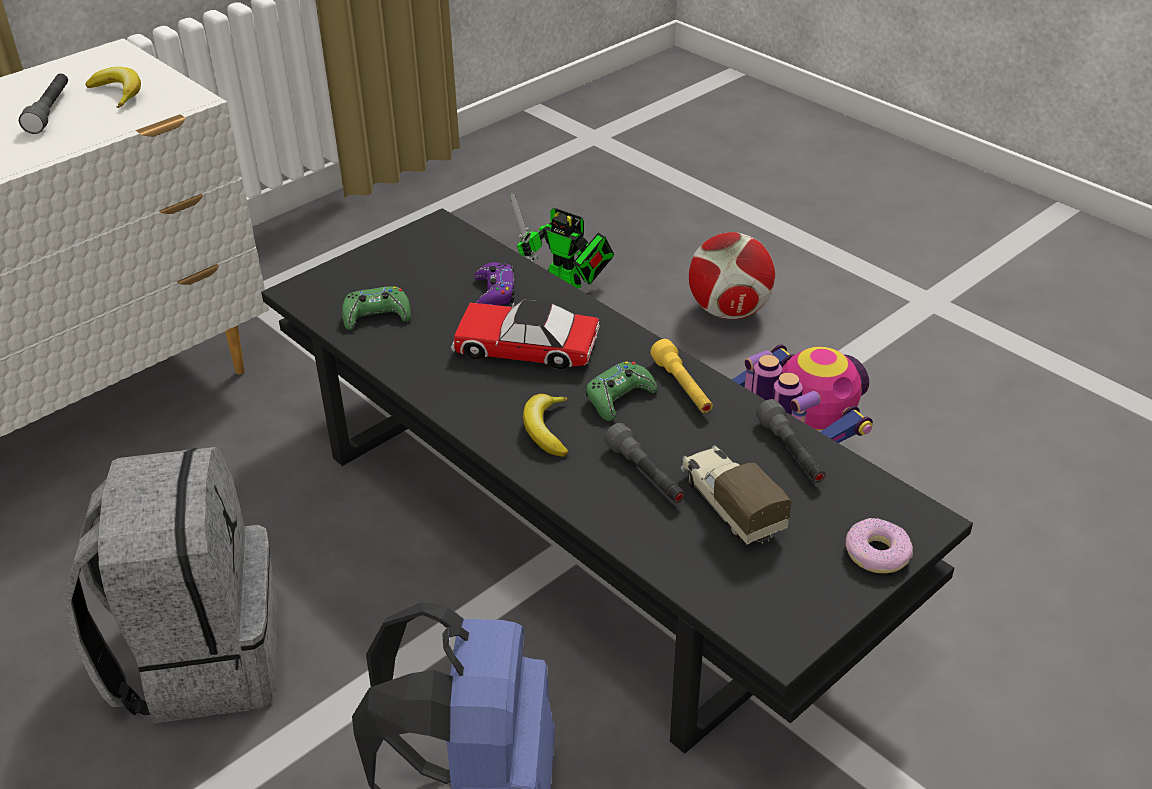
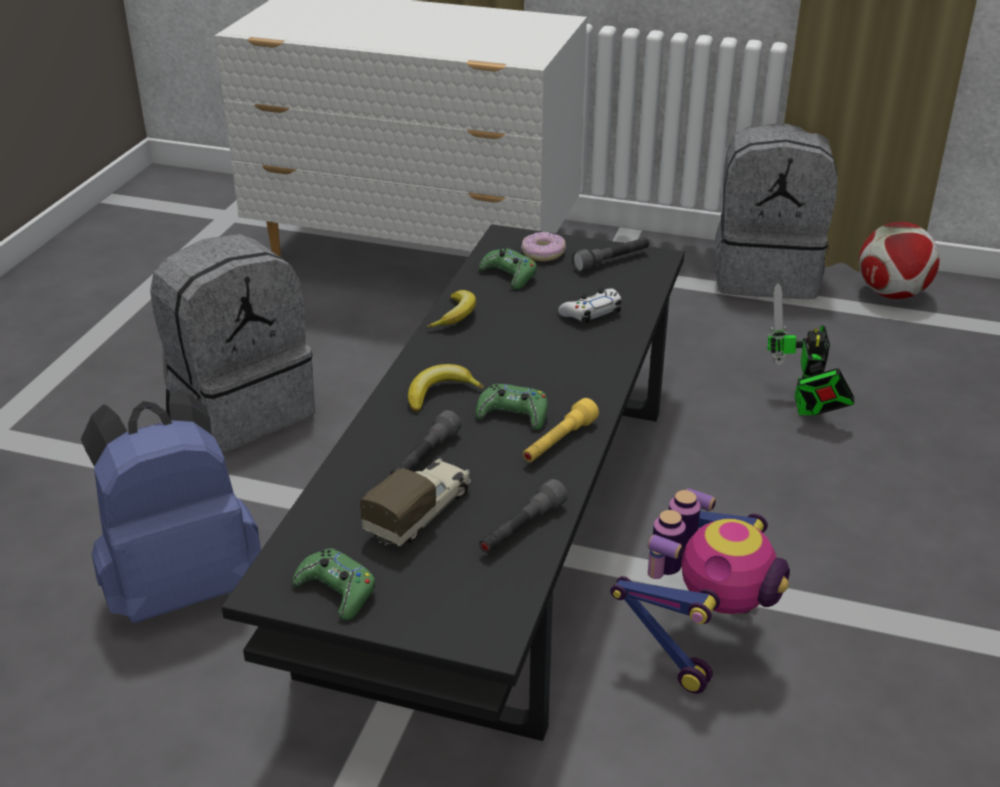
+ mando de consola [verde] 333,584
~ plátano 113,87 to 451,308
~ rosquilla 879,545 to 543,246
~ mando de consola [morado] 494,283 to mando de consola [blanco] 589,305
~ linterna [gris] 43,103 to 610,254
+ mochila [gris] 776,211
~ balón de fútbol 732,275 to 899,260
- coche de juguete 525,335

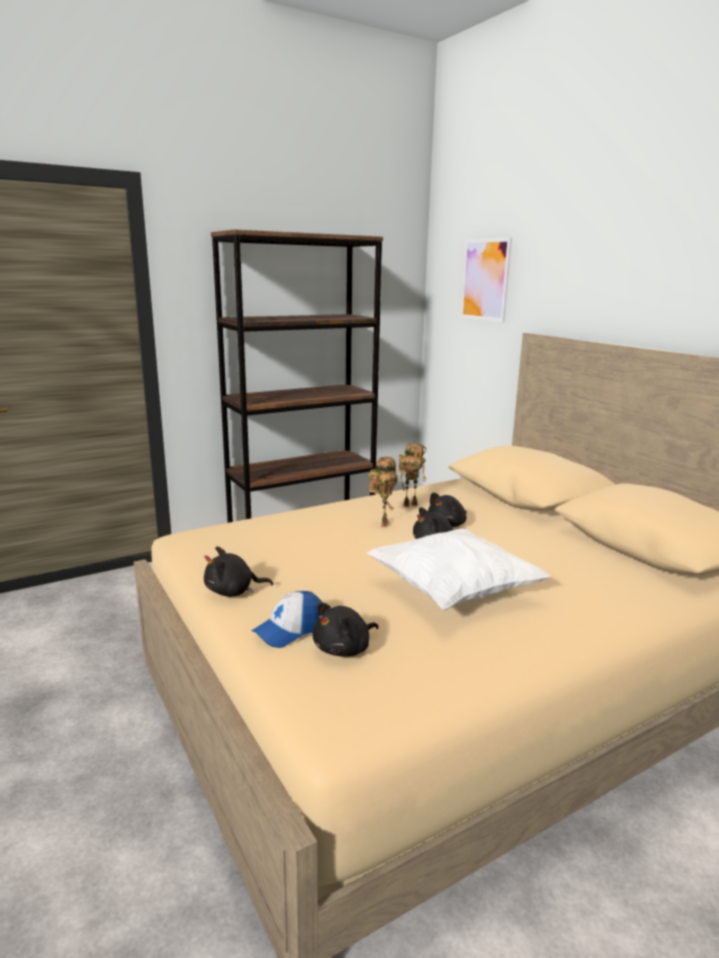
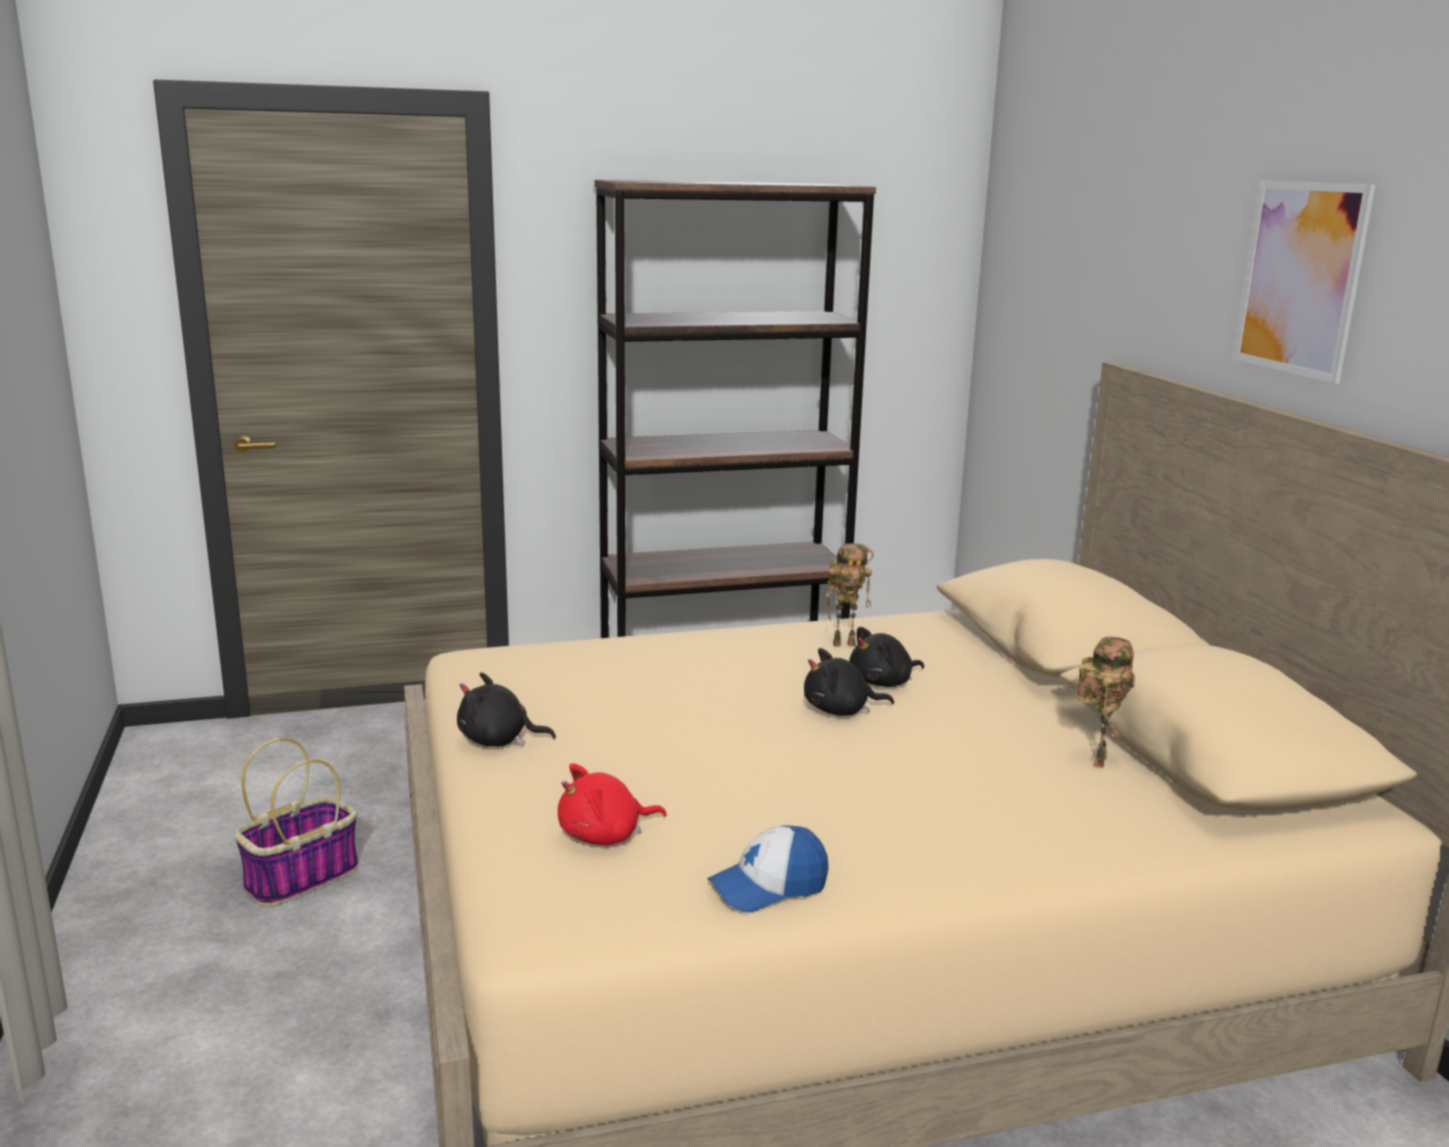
+ cesta 296,822
~ peluche [negro] 345,629 to peluche [rojo] 612,804
~ gorra 287,619 to 768,869
~ robot de juguete 383,492 to 1105,702
~ cuadro 486,280 to 1304,282
- cojín [blanco] 459,569

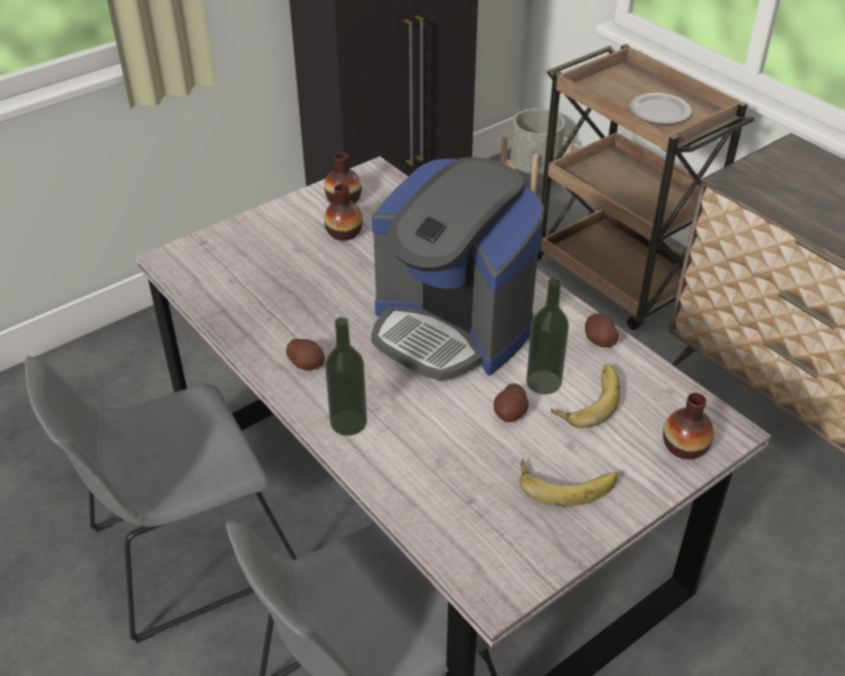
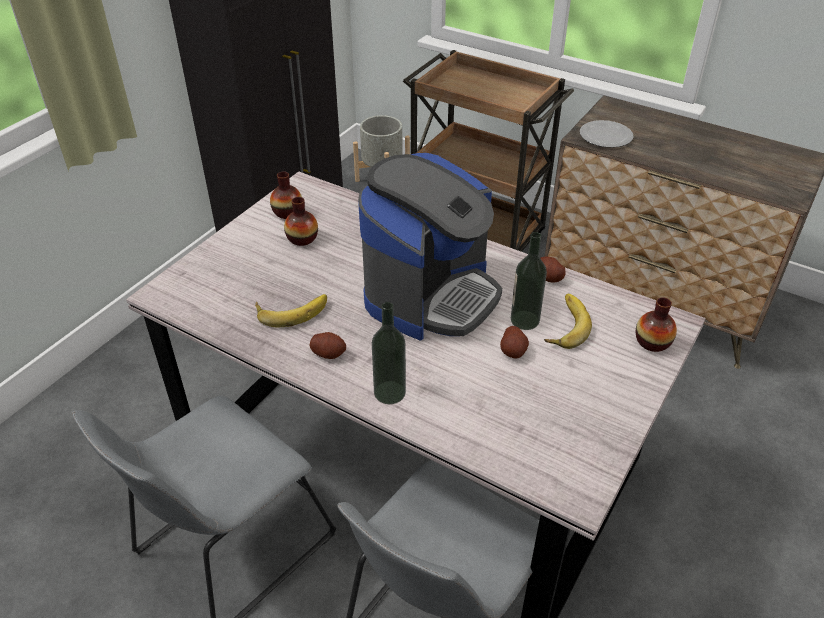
~ plátano 569,483 to 291,311
~ cafetera 457,269 = 430,246 75 degrees counterclockwise
~ plato 660,108 to 607,134

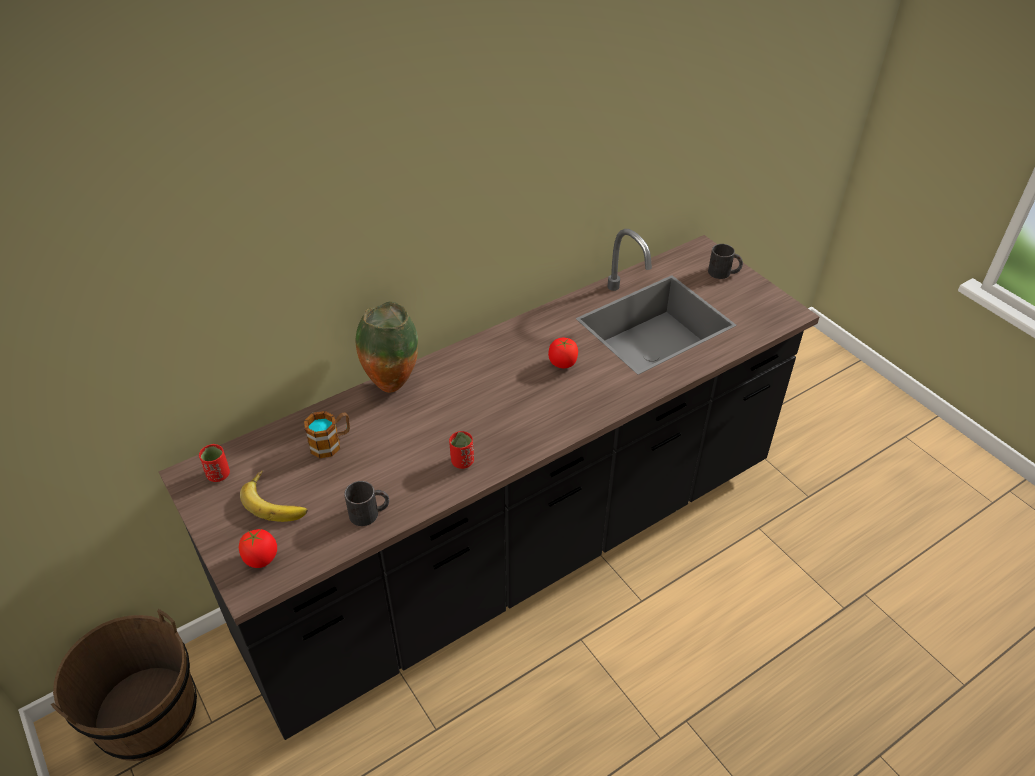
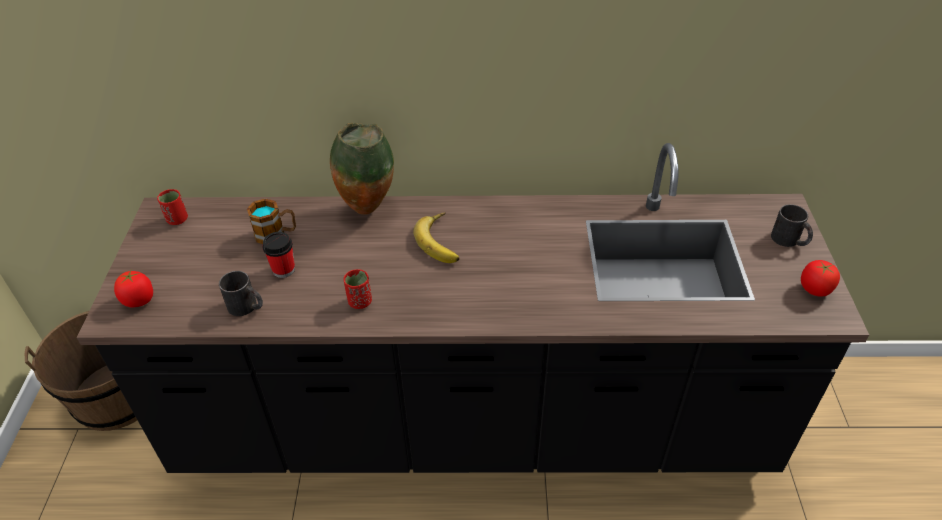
+ taza 278,255
~ plátano 274,496 to 436,238
~ tomate 563,353 to 820,278

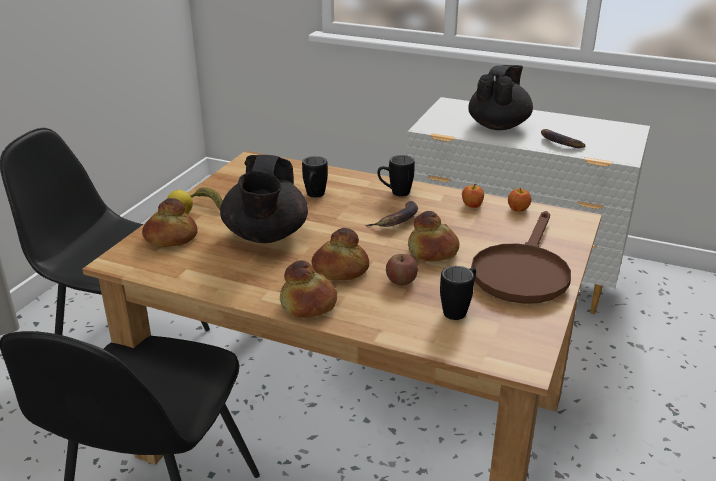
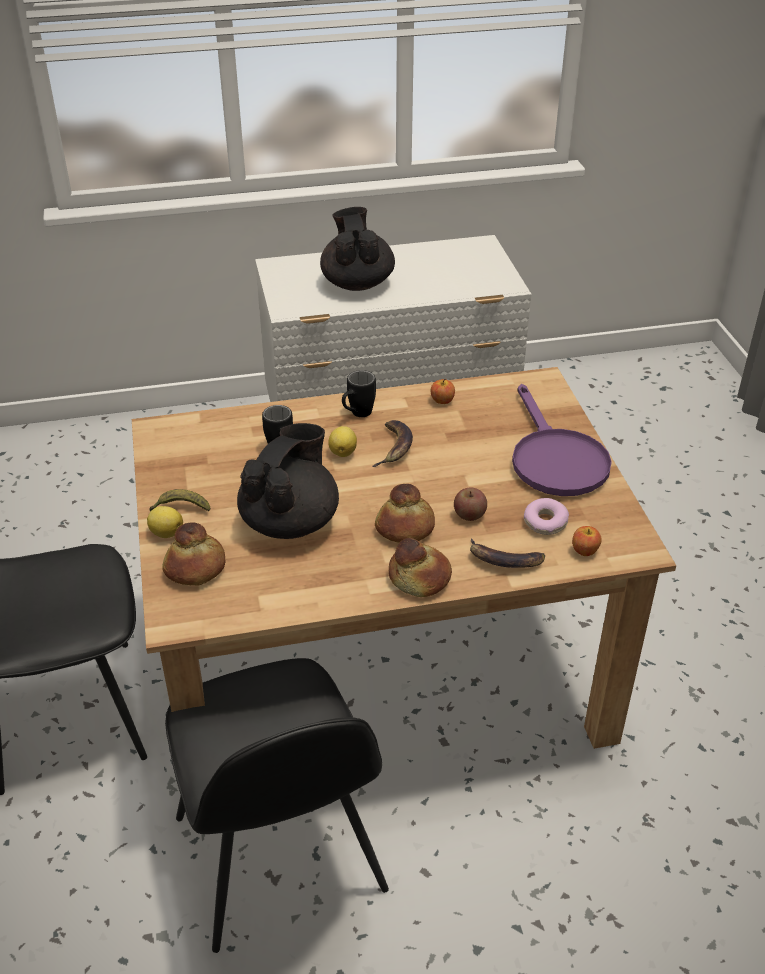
~ tetera [negro] 264,199 = 288,481 120 degrees counterclockwise
+ limón 342,441
~ plátano 563,138 to 507,553
~ sartén [marrón] 521,257 to sartén [morado] 562,440
~ taza grande [negro] 458,293 to rosquilla 546,516
~ manzana 519,200 to 587,541
- pan 433,236

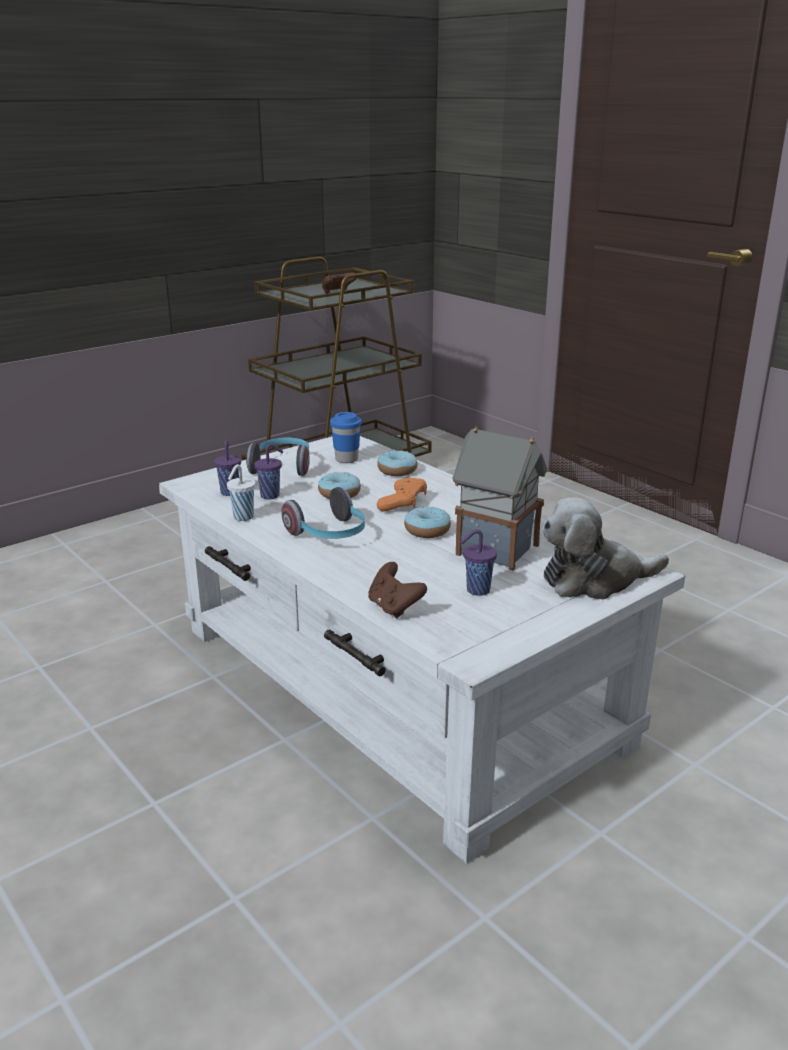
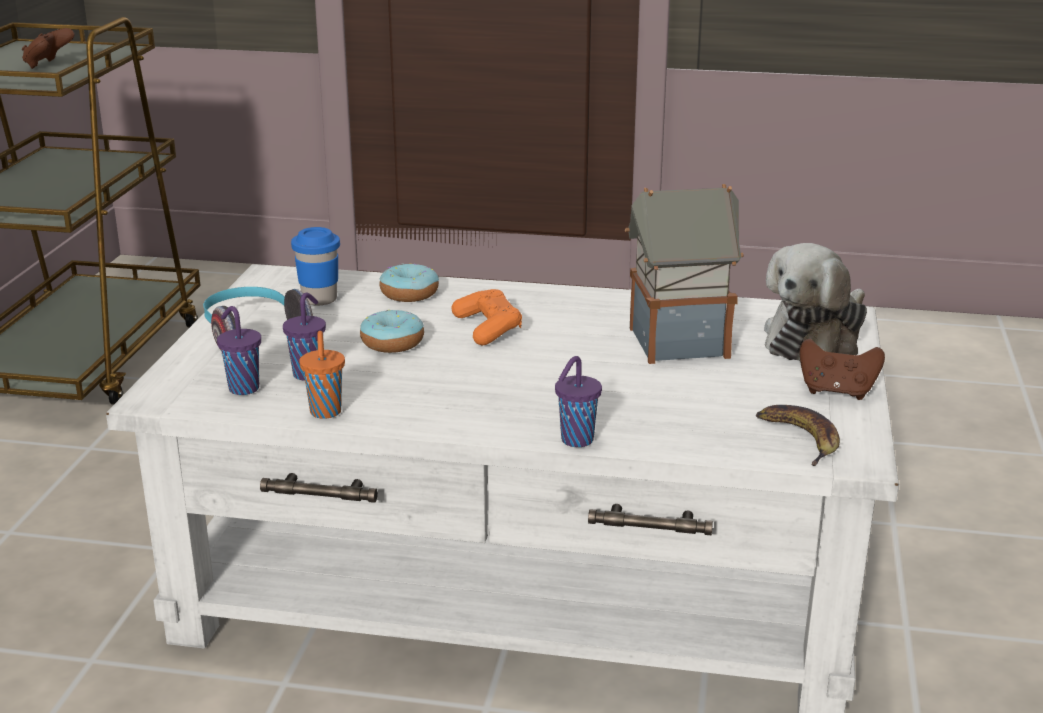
~ taza [blanco] 241,492 to taza [naranja] 322,375
~ taza [morado] 478,562 to 578,401
+ plátano 798,435
~ mando de consola [marrón] 397,590 to 842,369
- auriculares 323,513
- rosquilla 427,522

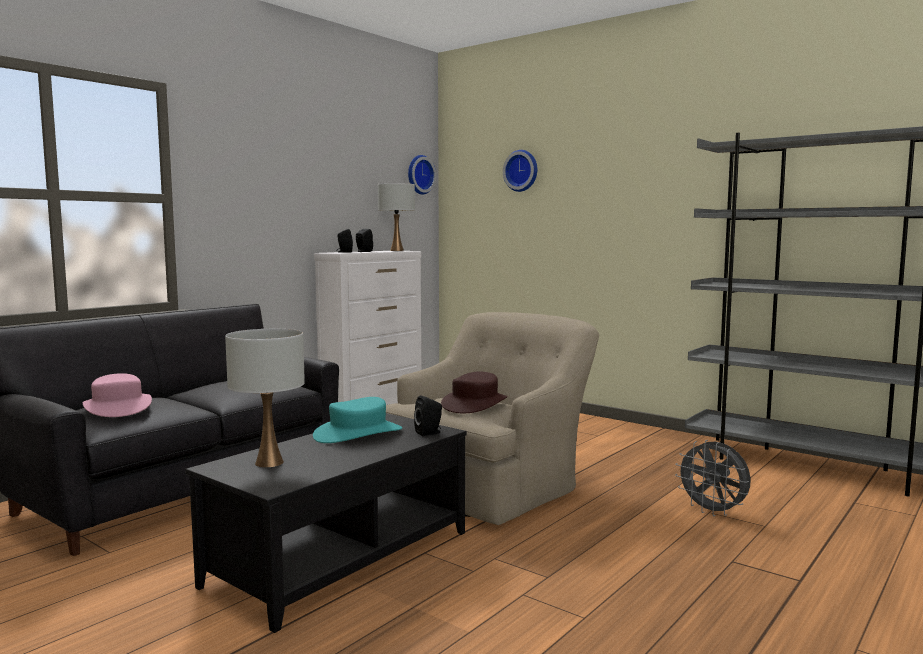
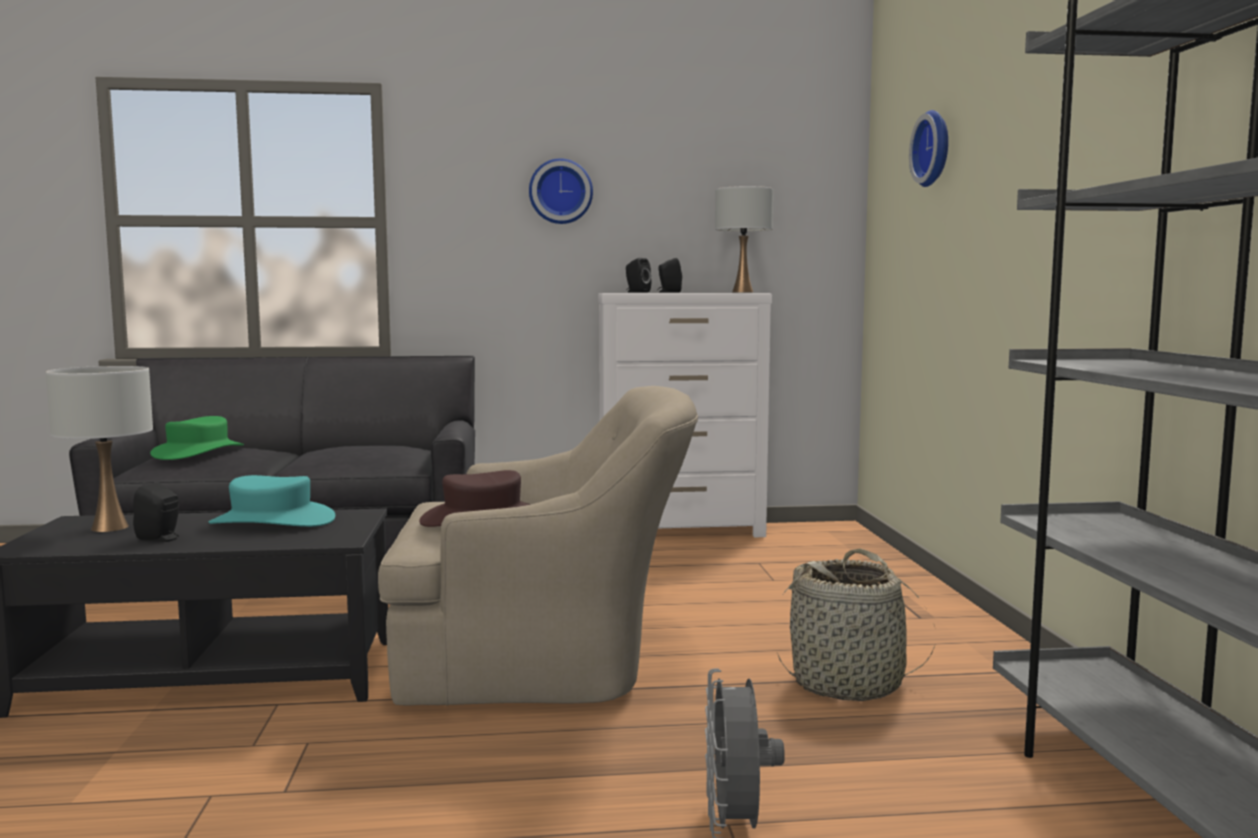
~ altavoz [negro] 428,415 to 156,512
~ sombrero [rosa] 117,395 to sombrero [verde] 197,438
~ reloj de pared 422,175 to 561,191
+ cesta 856,624

